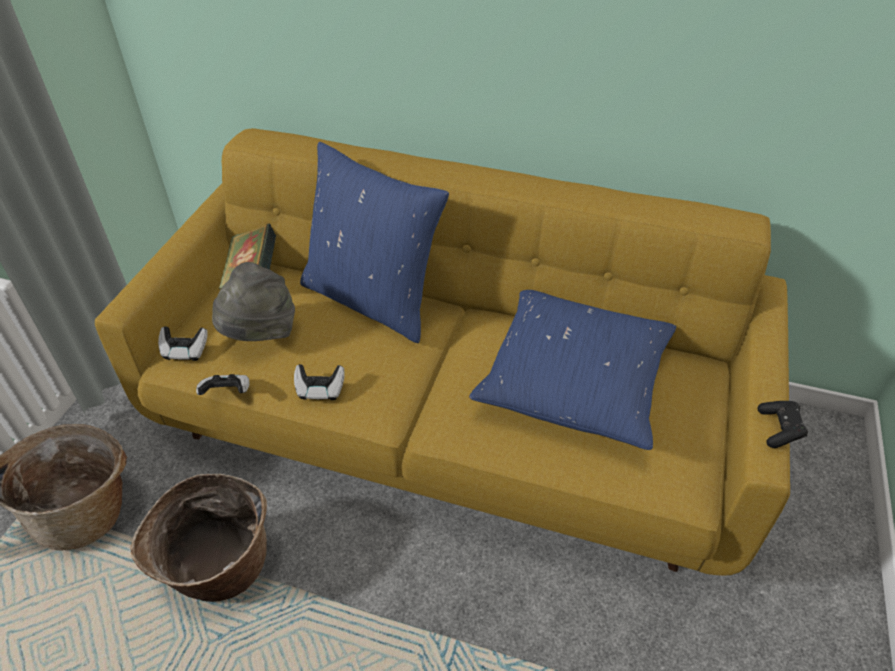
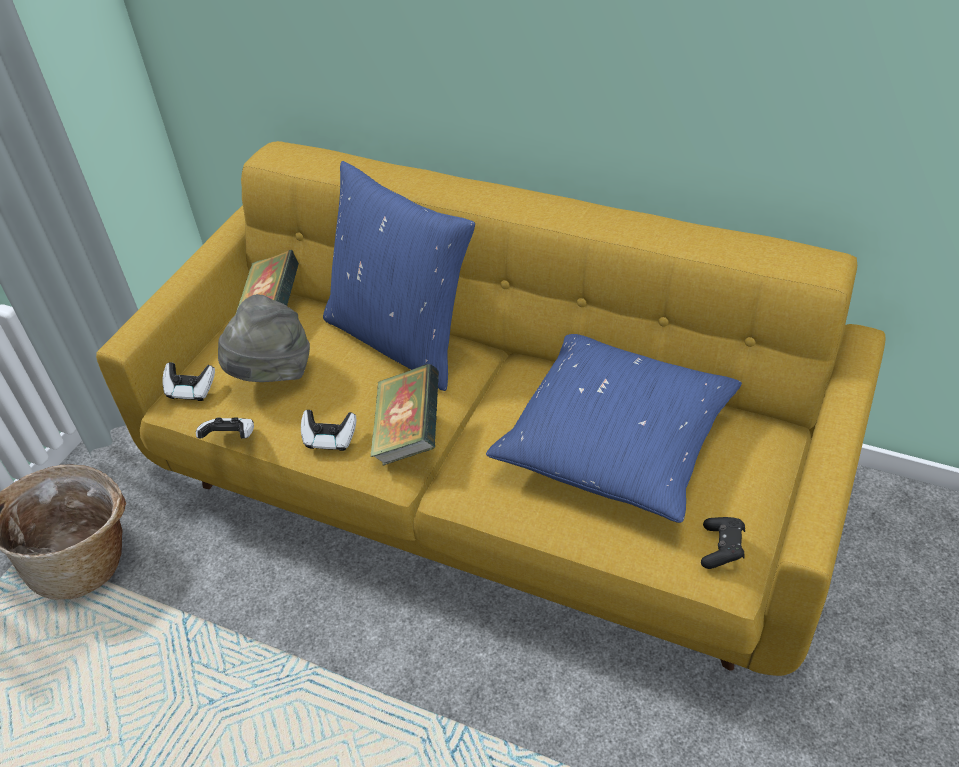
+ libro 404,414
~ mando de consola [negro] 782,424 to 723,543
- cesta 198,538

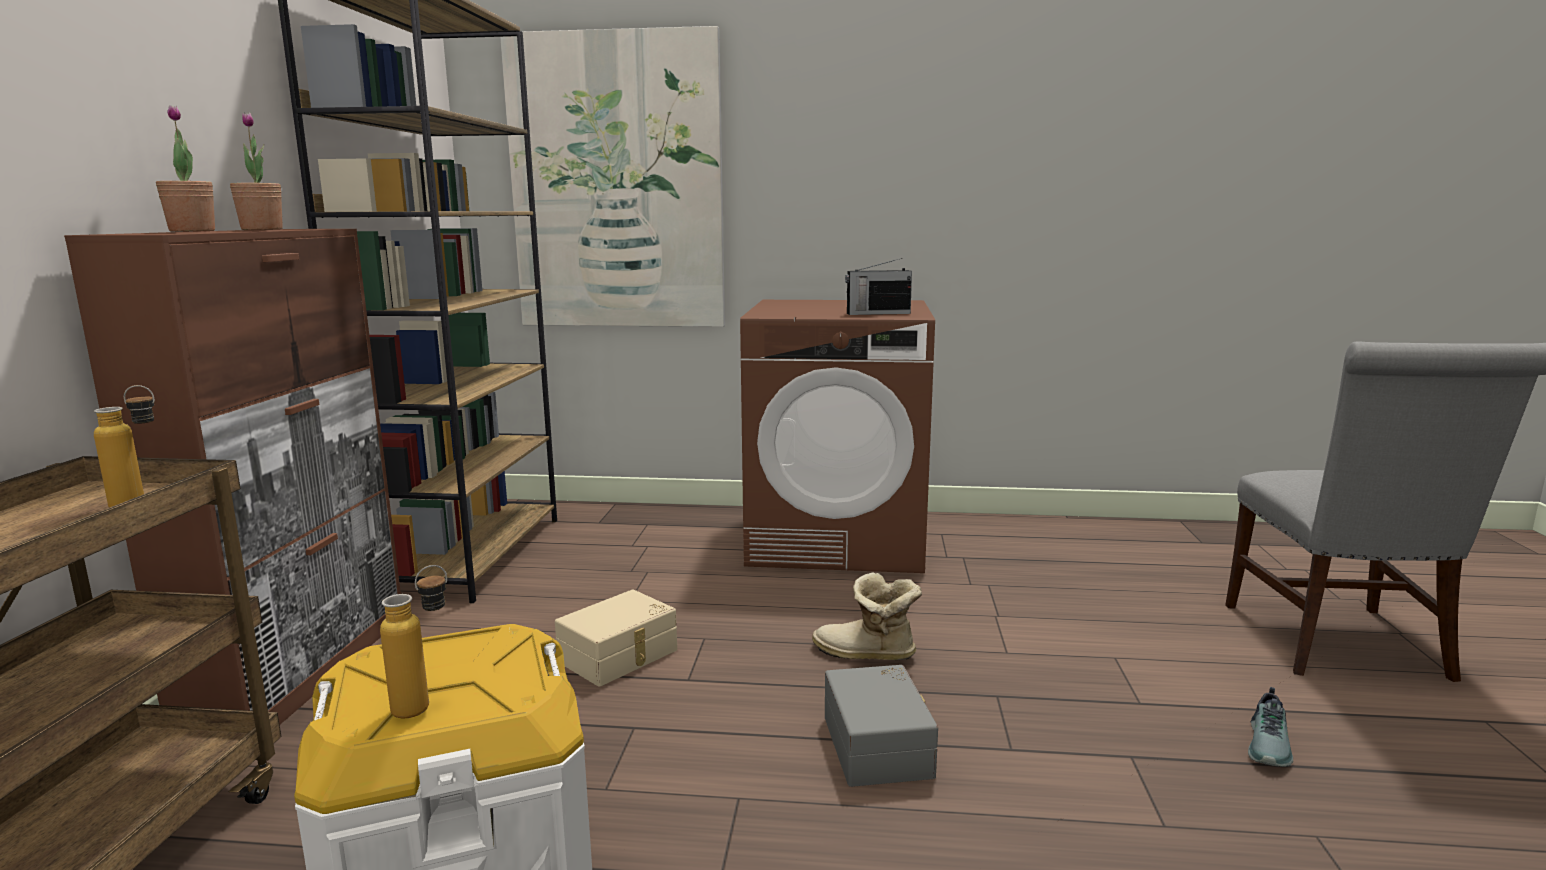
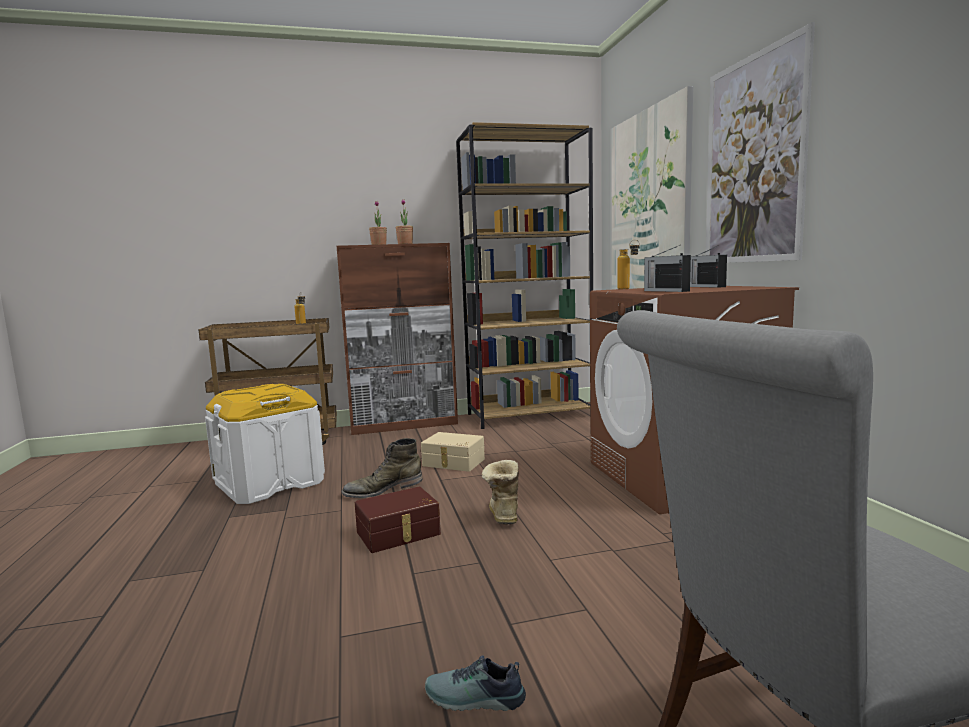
+ bota [verde] 382,468
~ caja de almacenaje [gris] 881,726 to caja de almacenaje [marrón] 398,519
~ botella 413,642 to 628,264
+ radio 708,266
+ cuadro 760,142

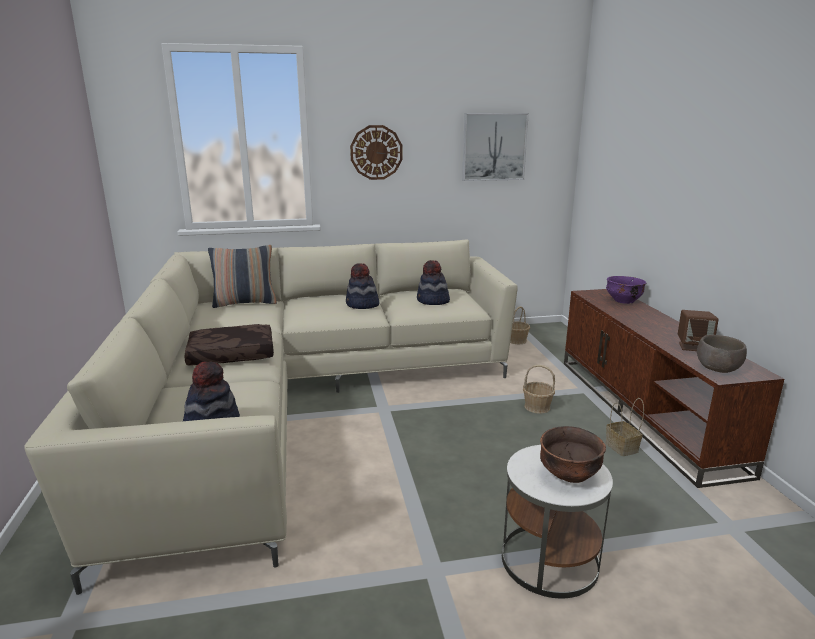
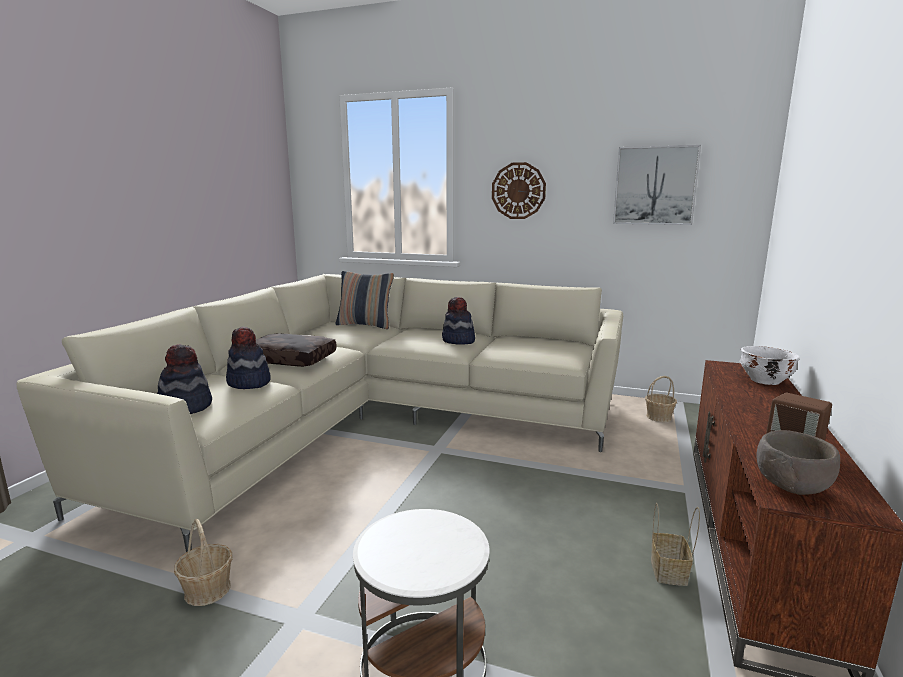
~ cesta 539,389 to 203,562
~ sombrero 433,282 to 248,358
~ cuenco [morado] 626,290 to cuenco [blanco] 770,365
- cuenco [marrón] 573,454

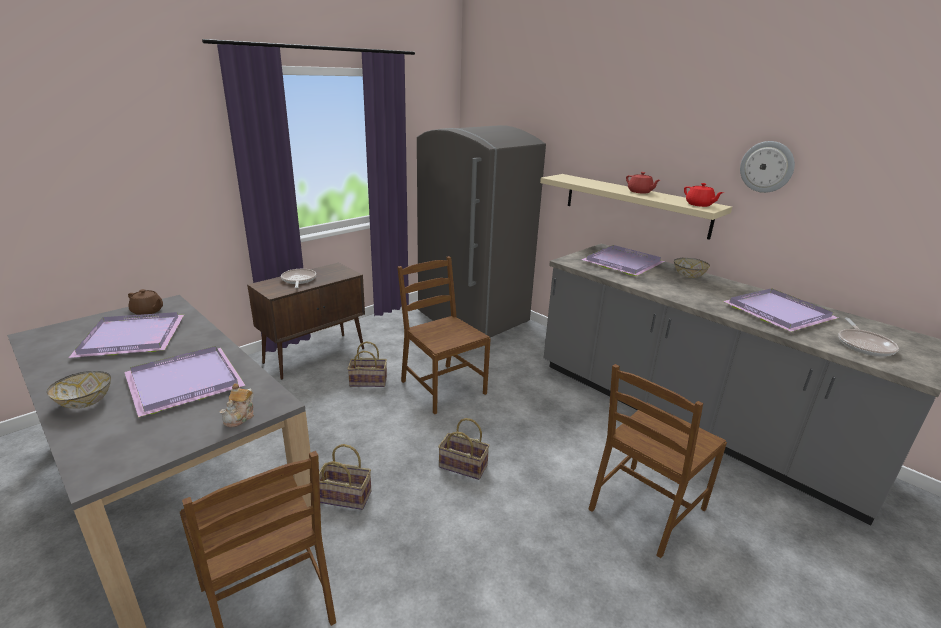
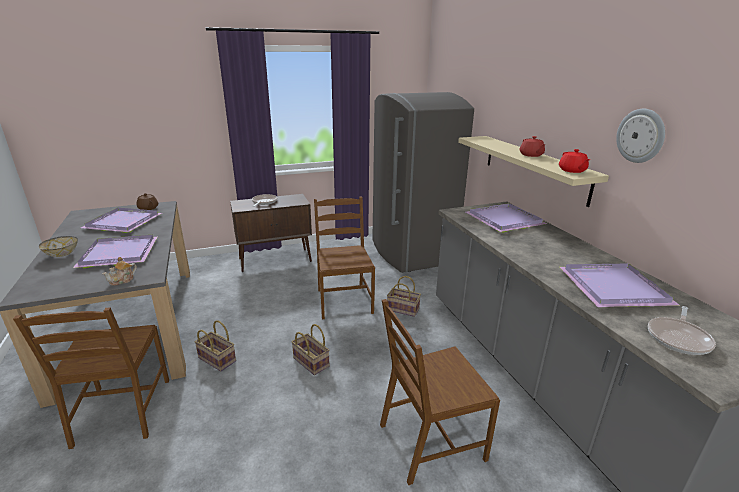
~ cesta 367,364 to 404,296
- cuenco 692,268

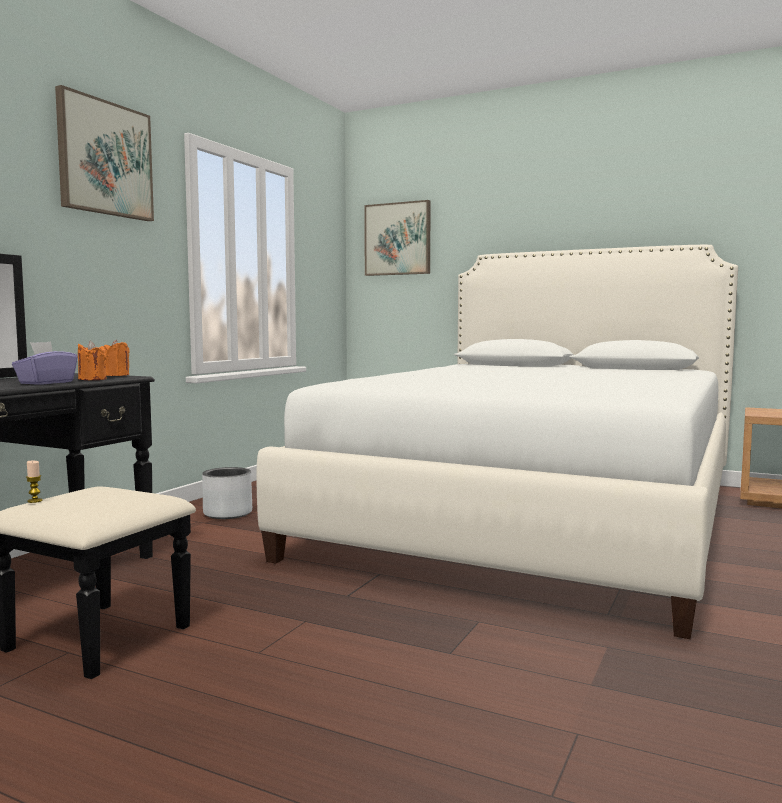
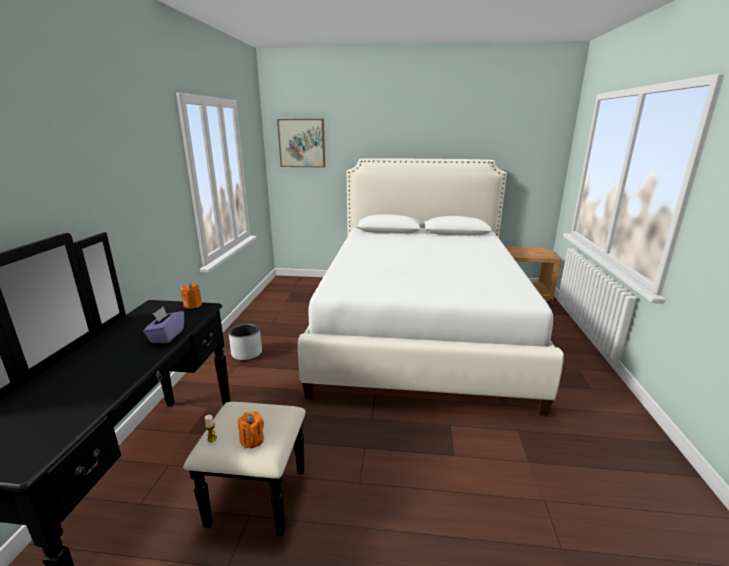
~ vela [naranja] 92,360 to 251,429
- cuadro 104,153

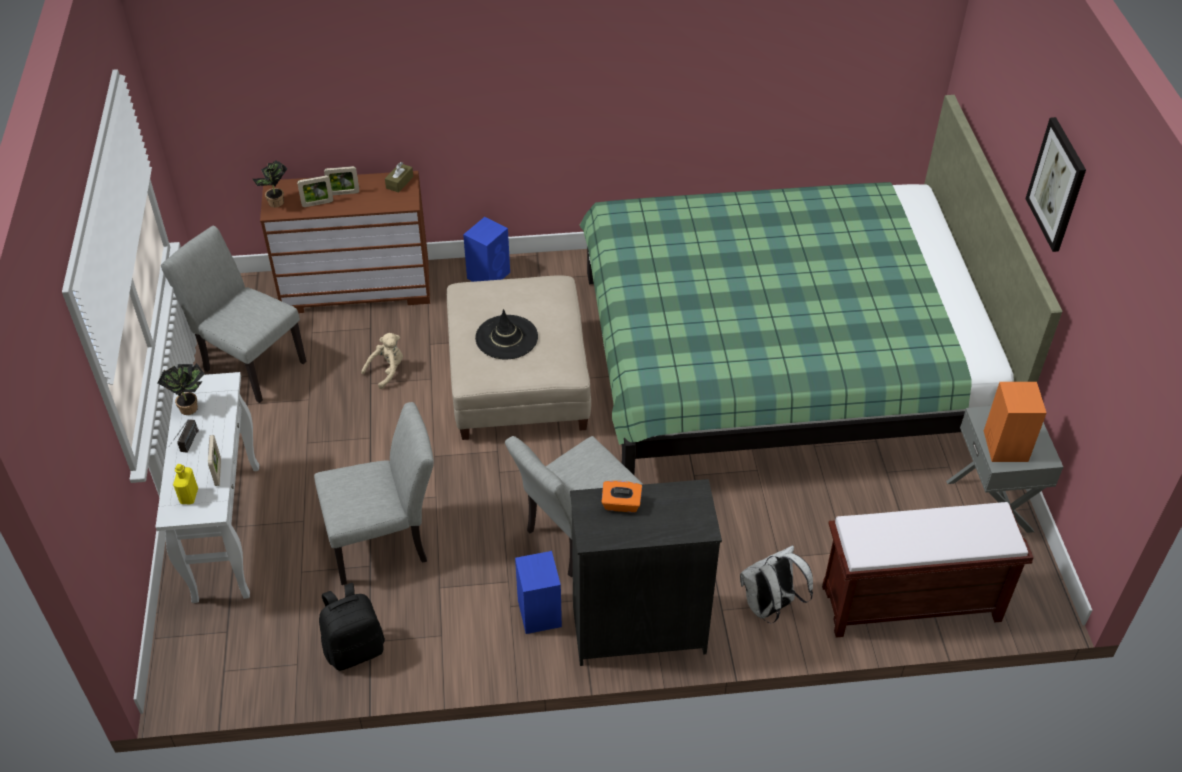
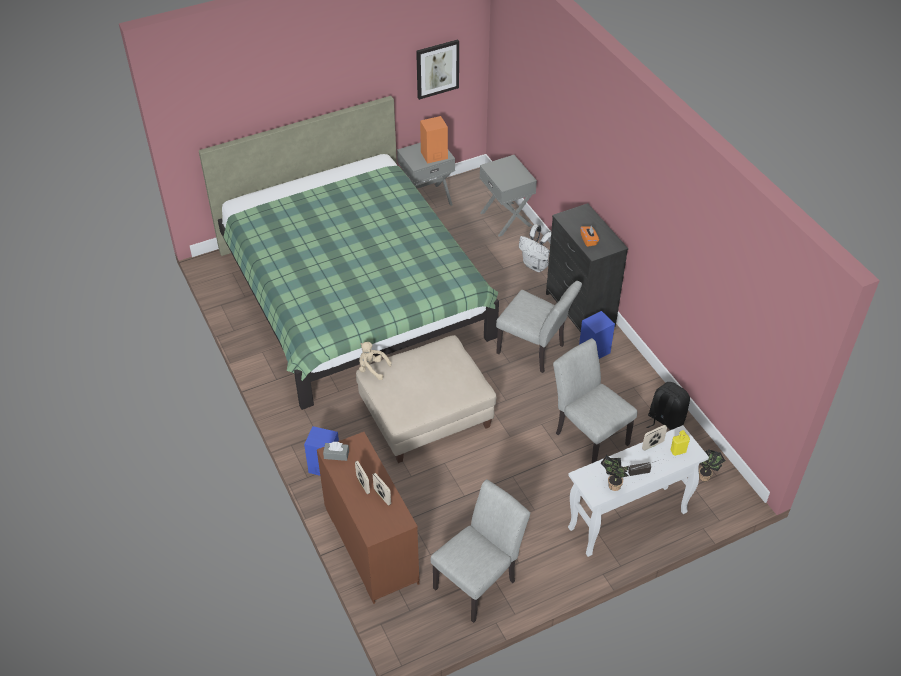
~ caja de pañuelos [marrón] 399,177 to caja de pañuelos [gris] 336,451
~ peluche [beis] 382,361 to 375,361
~ cuadro 1055,184 to 437,69
~ silla [gris] 233,314 = 480,551 150 degrees counterclockwise
~ banco [marrón] 928,570 to mesita de noche [gris] 508,196
~ planta en maceta 270,184 to 712,465
- sombrero [negro] 506,334

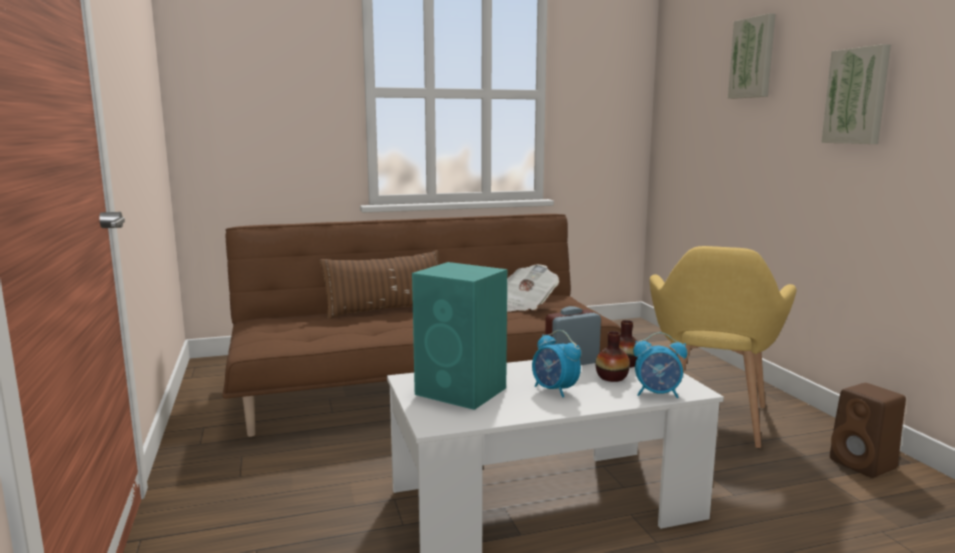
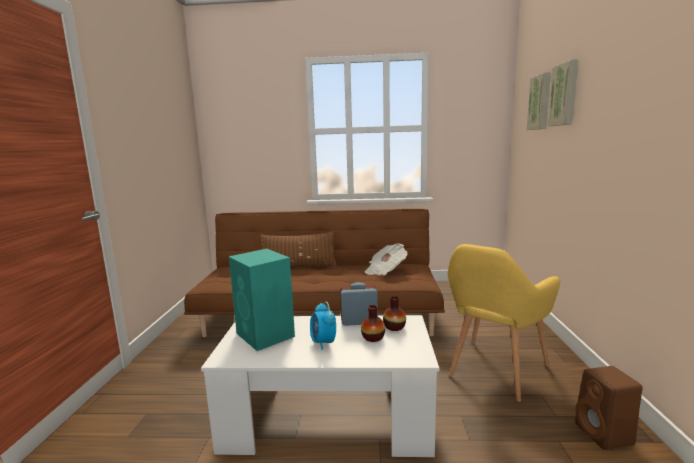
~ cuadro 856,94 to 539,101
- despertador 660,365

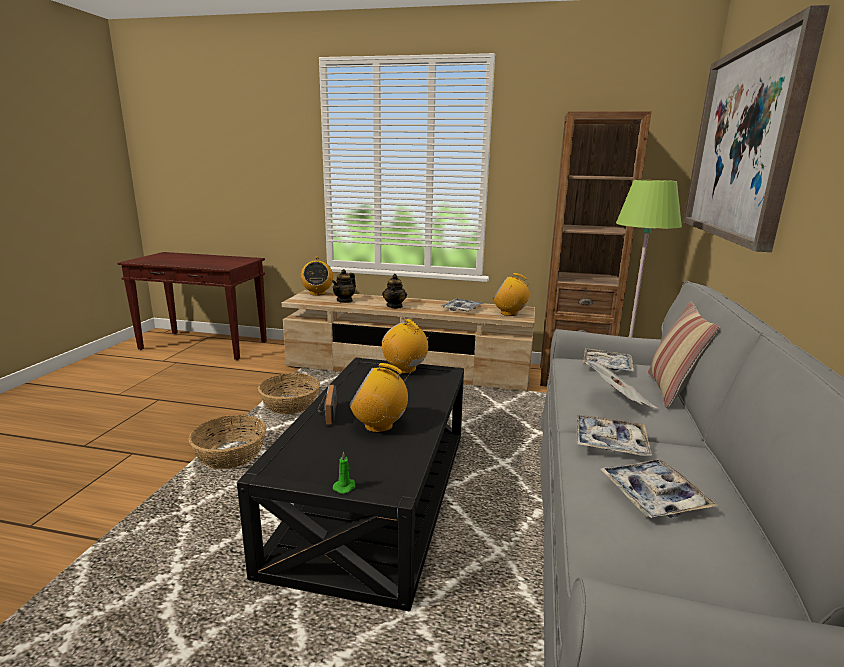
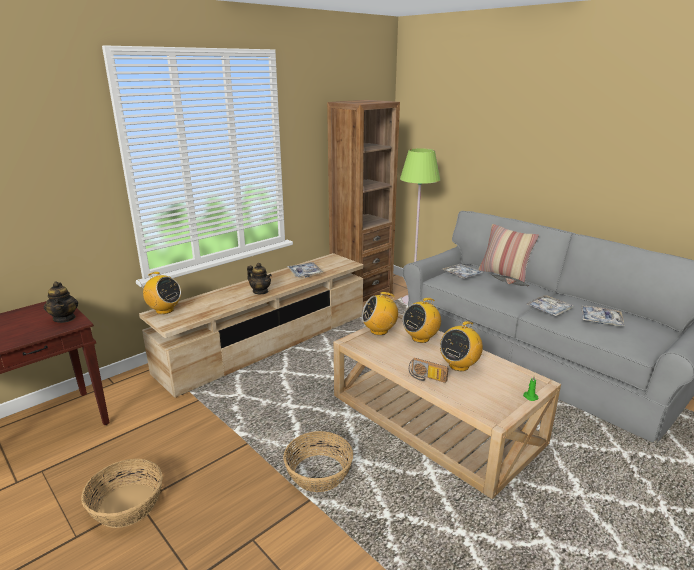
~ tetera 344,286 to 61,302
~ cesta 289,393 to 122,493
~ mesa de centro [negro] 350,484 to mesa de centro [beis] 447,406
~ radio 513,294 to 422,320
- cuadro 756,128

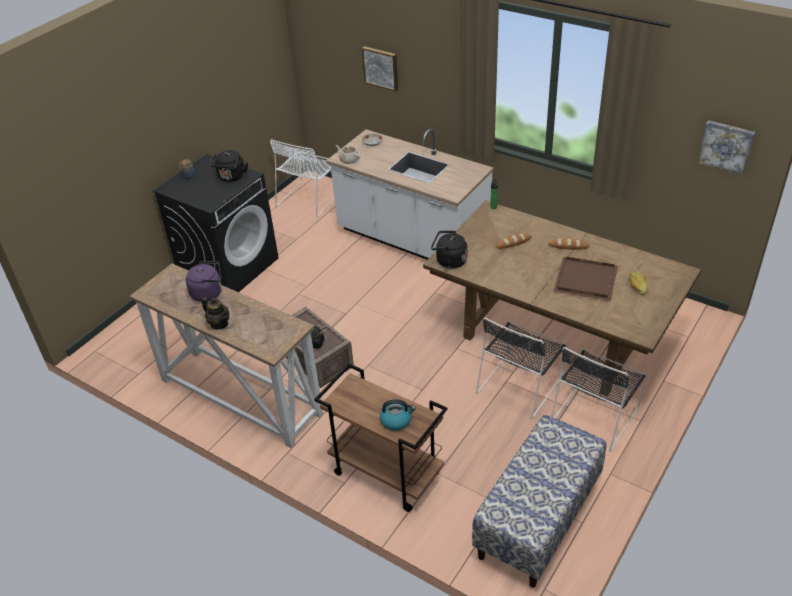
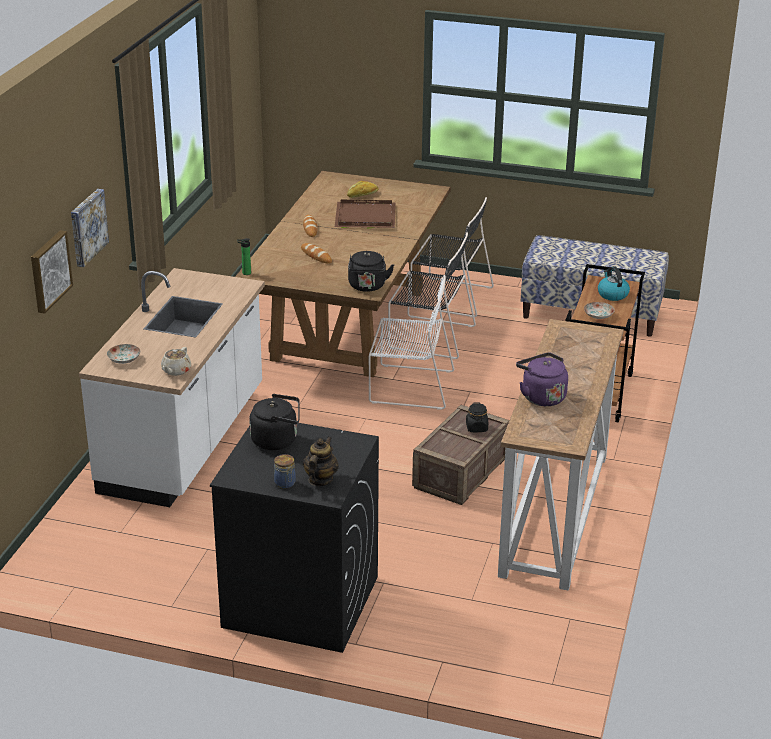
~ cuadro 726,147 to 90,228
~ tetera 215,313 to 321,461
~ silla [blanco] 302,178 to 411,342
+ plato 599,310

